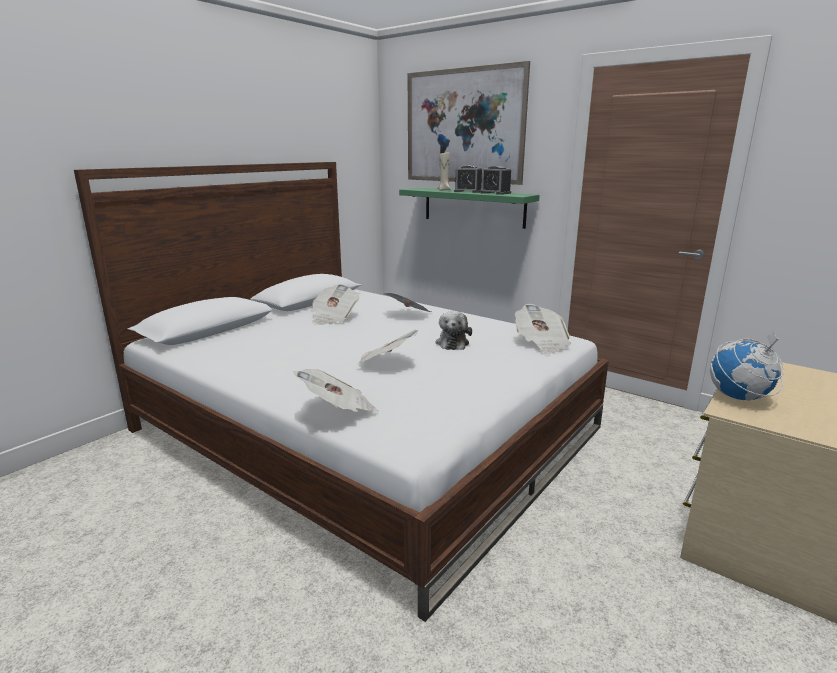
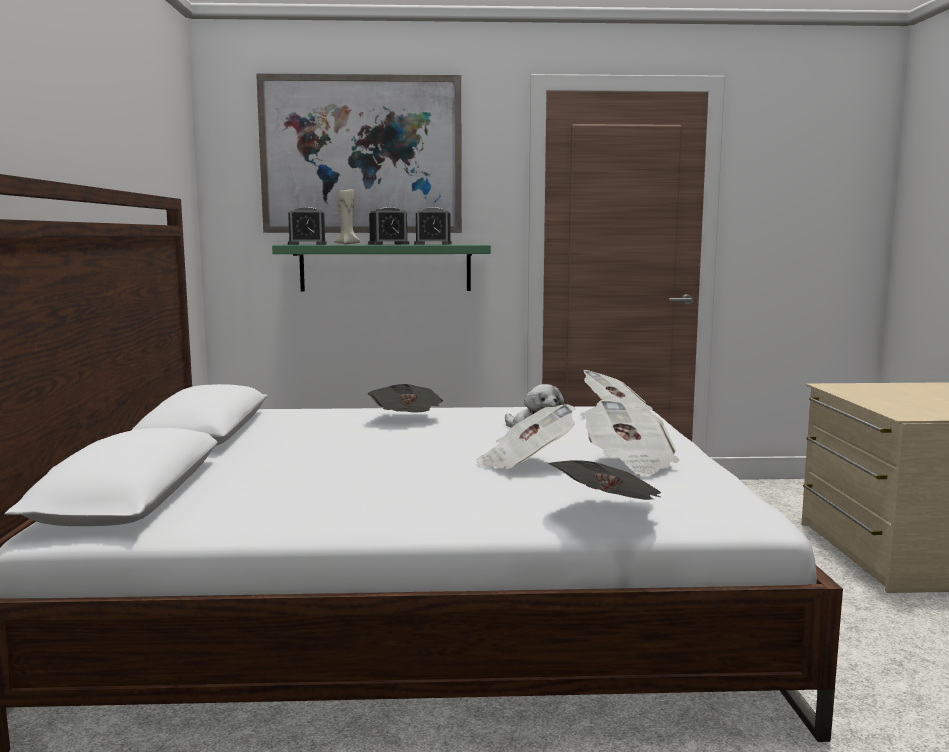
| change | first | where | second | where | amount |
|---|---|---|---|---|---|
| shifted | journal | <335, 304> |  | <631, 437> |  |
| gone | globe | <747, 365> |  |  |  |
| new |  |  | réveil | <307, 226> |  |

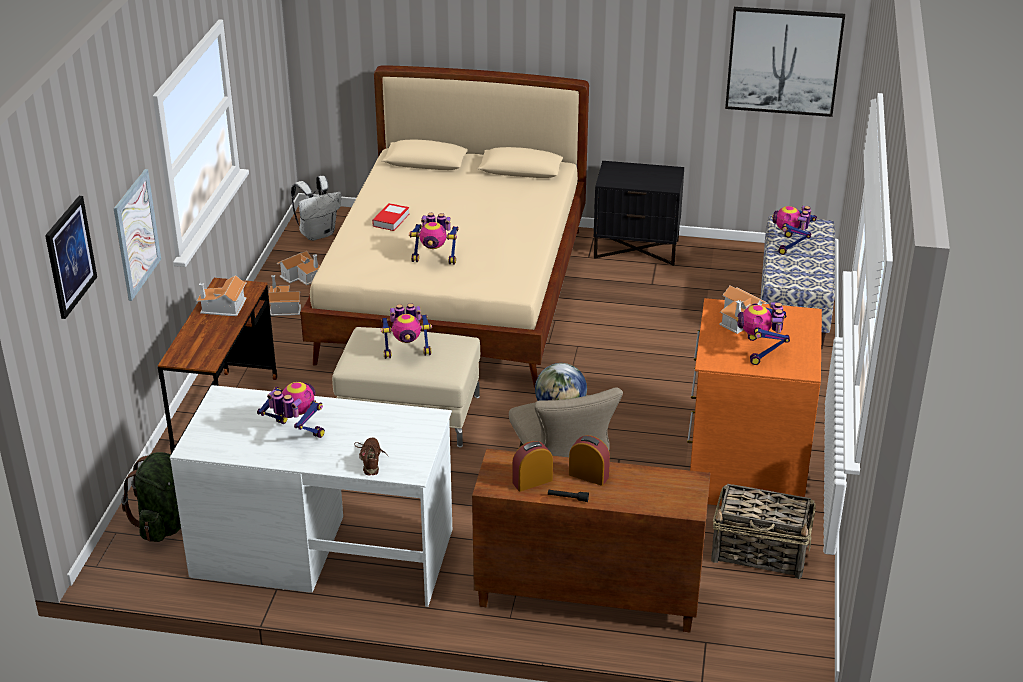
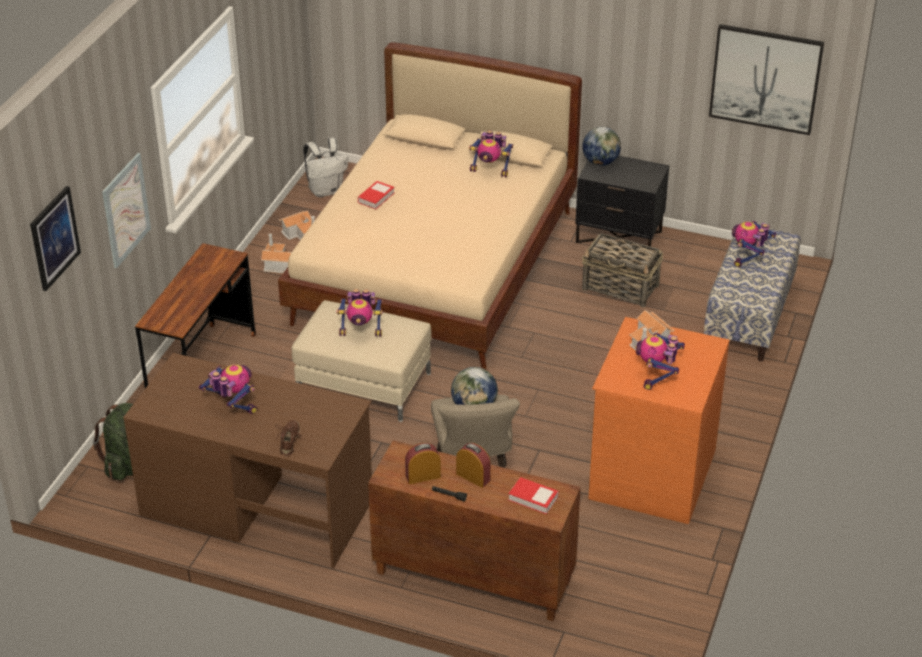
| change | first | where | second | where | amount |
|---|---|---|---|---|---|
| shifted | robot jouet | <434, 239> |  | <491, 153> |  |
| gone | maison miniature | <222, 295> |  |  |  |
| repainted | bureau [blanc] | <311, 496> | bureau [marron] | <247, 460> |  |
| shifted | panier | <763, 531> |  | <622, 270> |  |
| new |  |  | globe | <601, 146> |  |
| new |  |  | livre | <533, 495> |  |

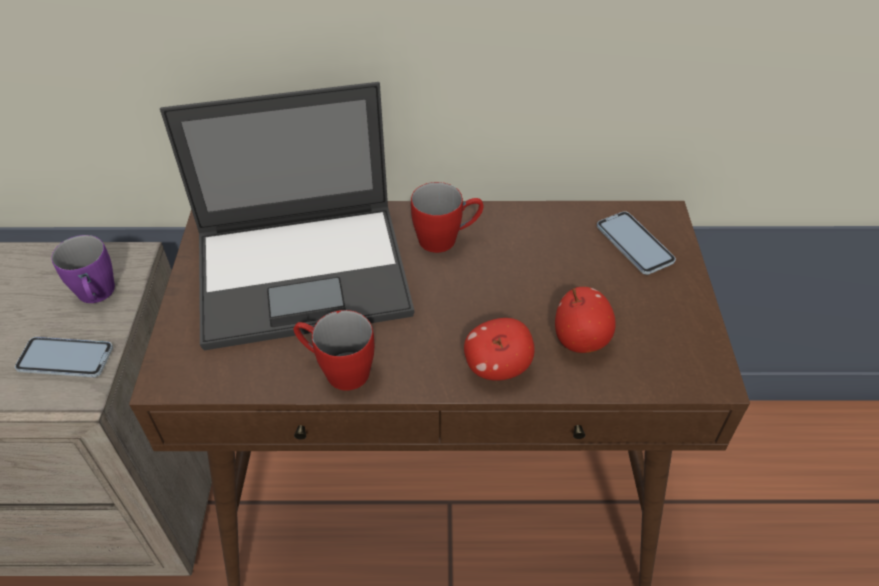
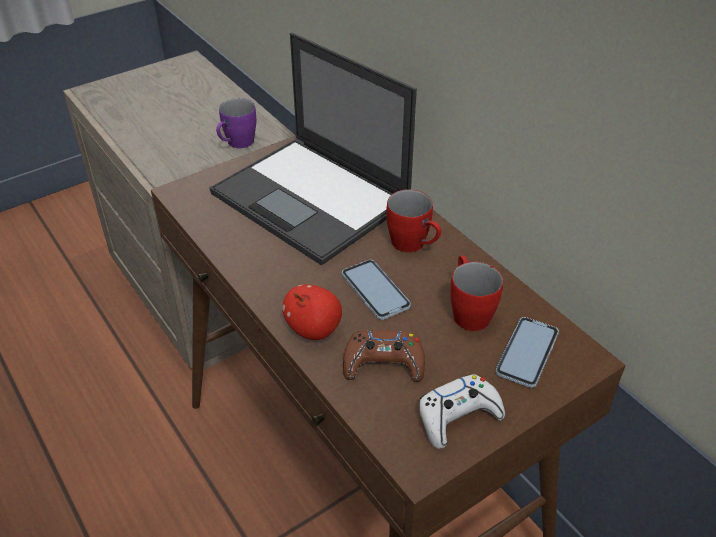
| change | first | where | second | where | amount |
|---|---|---|---|---|---|
| swapped | pomme | <585, 320> | manette [marron] | <384, 356> |  |
| shifted | mug [rouge] | <334, 350> |  | <476, 293> |  |
| shifted | téléphone | <64, 357> |  | <376, 290> |  |
| new |  |  | manette [blanc] | <462, 411> |  |

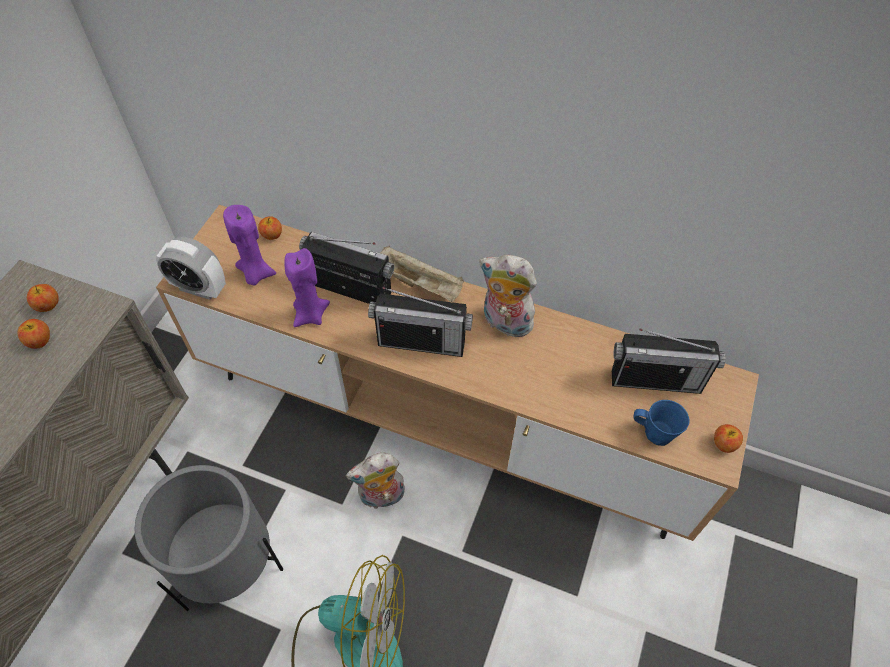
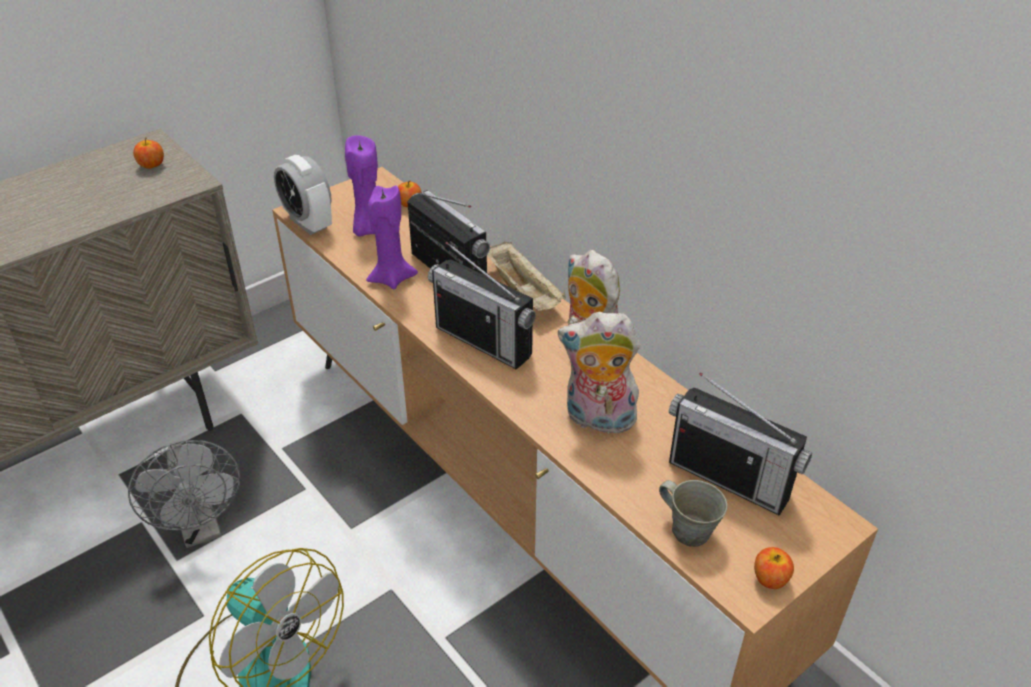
| change | first | where | second | where | amount |
|---|---|---|---|---|---|
| gone | pomme | <34, 333> |  |  |  |
| repainted | mug [bleu] | <662, 423> | mug [gris] | <693, 513> |  |
| shifted | peluche | <375, 481> |  | <599, 373> |  |
| swapped | cache-pot [gris] | <208, 538> | ventilateur [gris] | <184, 494> |  |

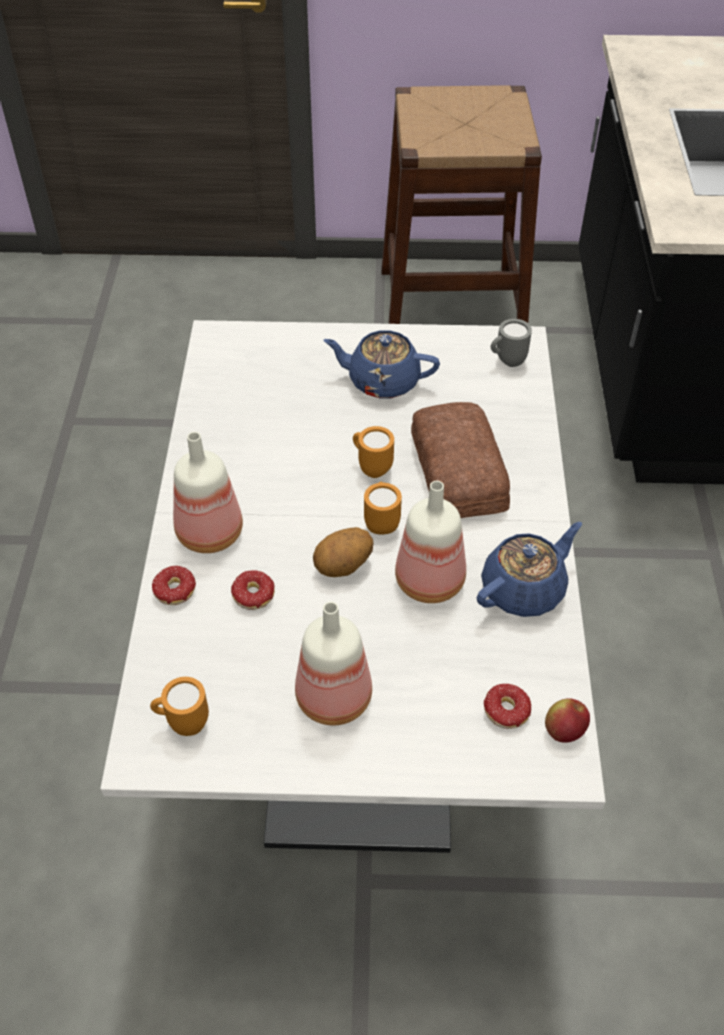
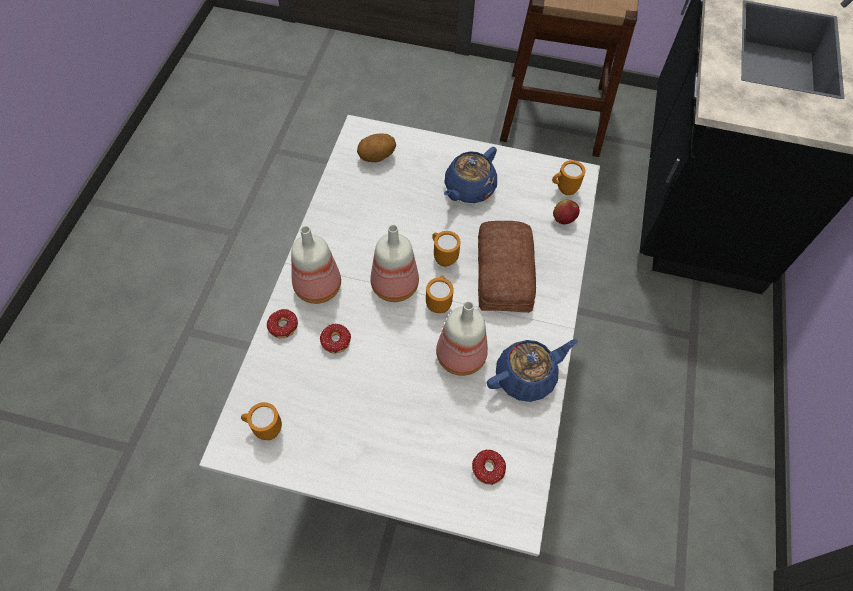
| change | first | where | second | where | amount |
|---|---|---|---|---|---|
| repainted | mug [gris] | <511, 343> | mug [orange] | <568, 177> |  |
| rotated | théière [bleu] | <382, 364> |  | <470, 175> | 75 degrees counterclockwise |
| shifted | pomme de terre | <343, 552> |  | <376, 148> |  |
| shifted | bouteille | <333, 663> |  | <394, 263> |  |
| shifted | pomme | <567, 720> |  | <566, 212> |  |

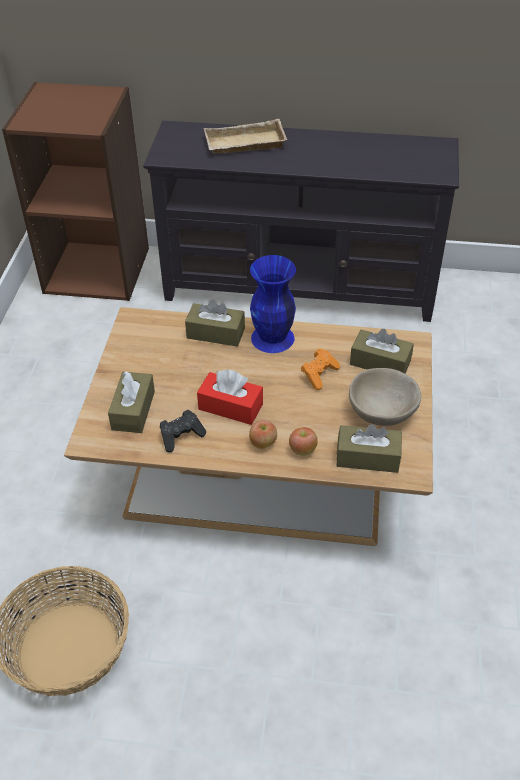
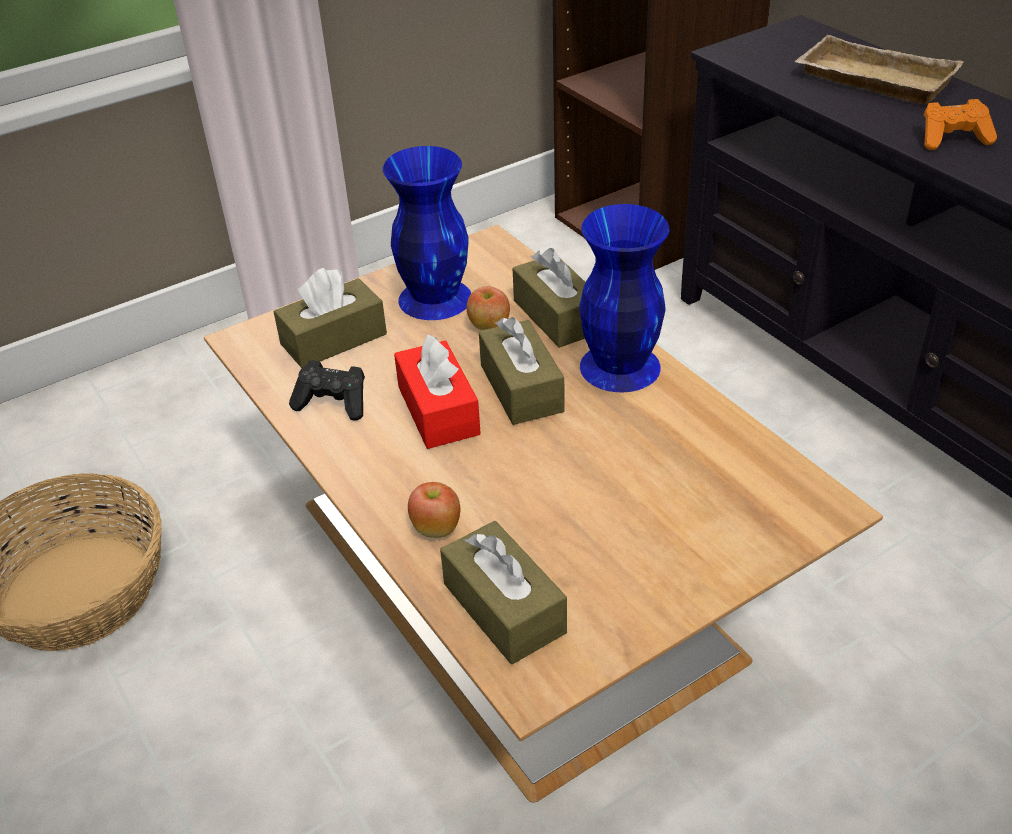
| change | first | where | second | where | amount |
|---|---|---|---|---|---|
| shifted | boîte à mouchoirs [marron] | <382, 351> |  | <522, 371> |  |
| shifted | manette [orange] | <320, 369> |  | <960, 124> |  |
| gone | bol [beige] | <385, 397> |  |  |  |
| shifted | pomme | <263, 434> |  | <488, 308> |  |
| new |  |  | vase [bleu] | <427, 233> |  |

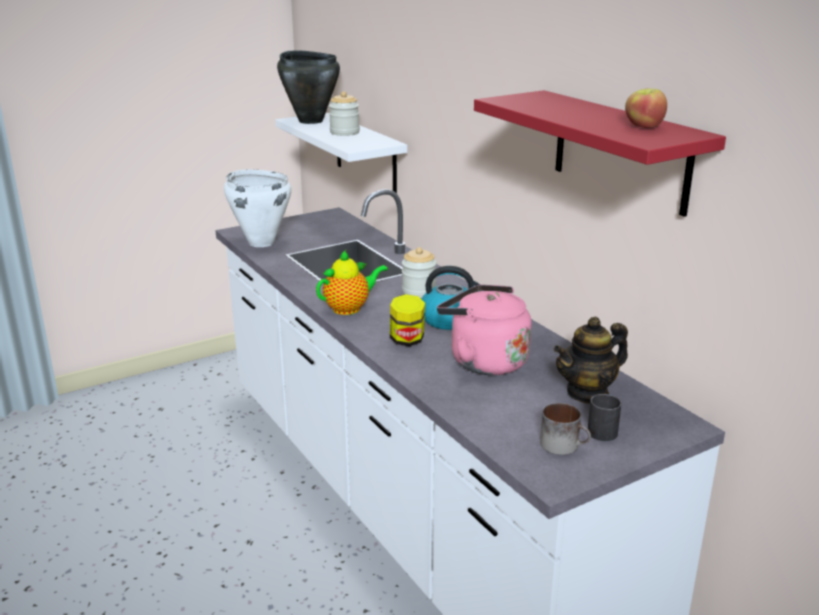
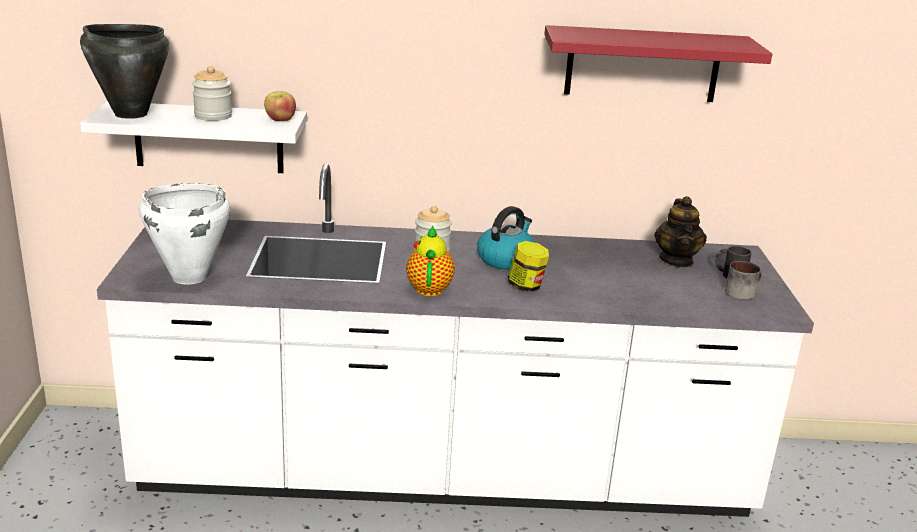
| change | first | where | second | where | amount |
|---|---|---|---|---|---|
| shifted | pomme | <646, 108> |  | <280, 106> |  |
| gone | bouilloire [rose] | <484, 330> |  |  |  |

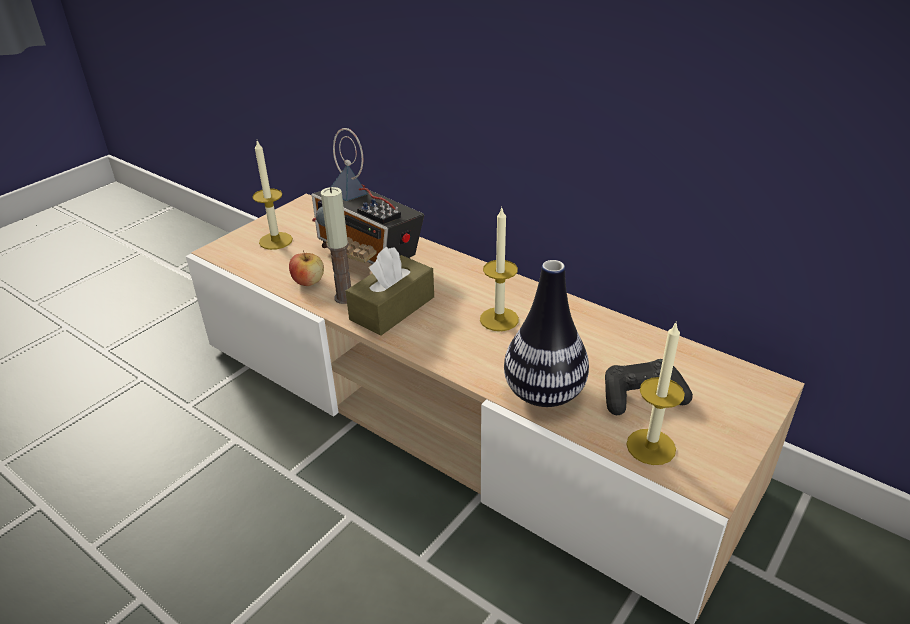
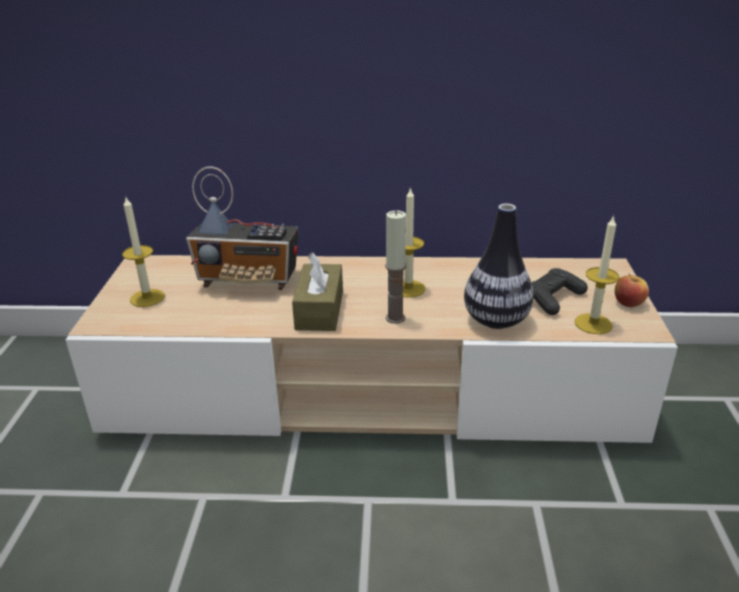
| change | first | where | second | where | amount |
|---|---|---|---|---|---|
| shifted | bougie | <336, 245> |  | <395, 267> |  |
| shifted | pomme | <306, 268> |  | <632, 290> |  |

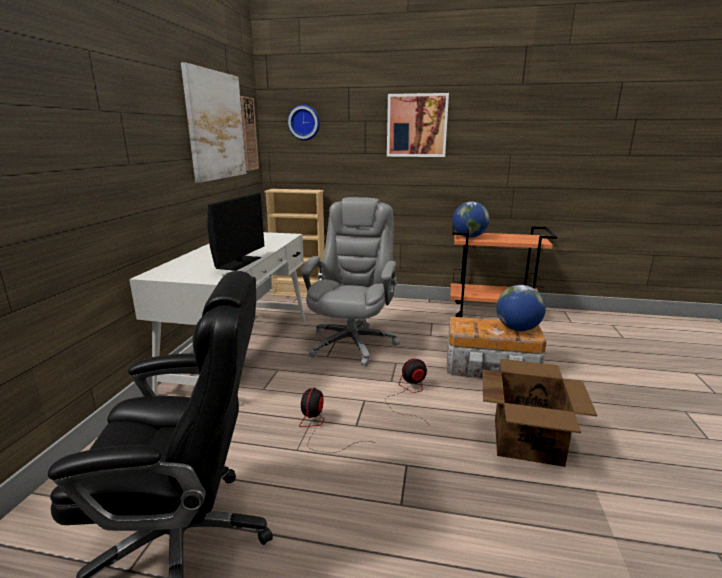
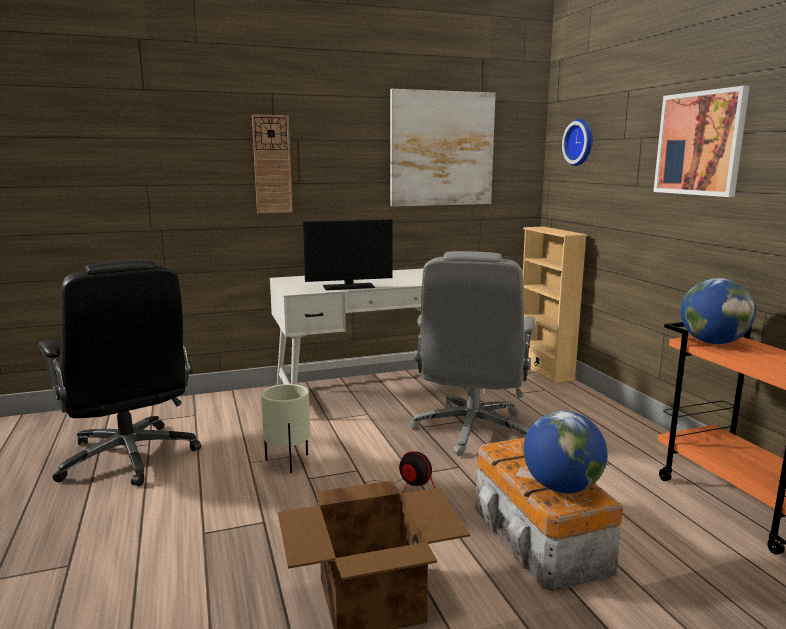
| change | first | where | second | where | amount |
|---|---|---|---|---|---|
| shifted | horloge murale | <249, 133> |  | <272, 163> |  |
| rotated | chaise de bureau [gris] | <350, 282> |  | <472, 353> | 120 degrees clockwise |
| swapped | ventilateur | <337, 420> | cache-pot [beige] | <285, 428> |  |

